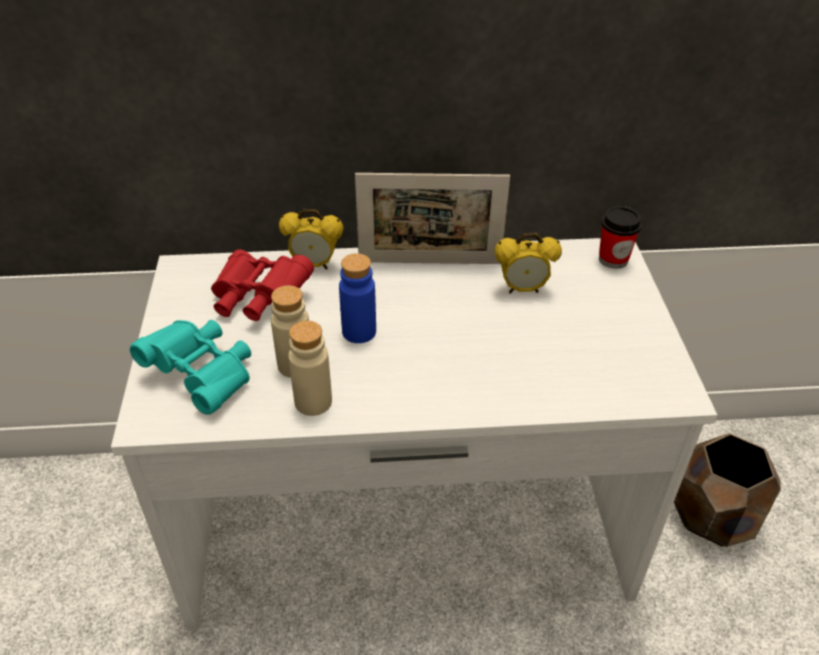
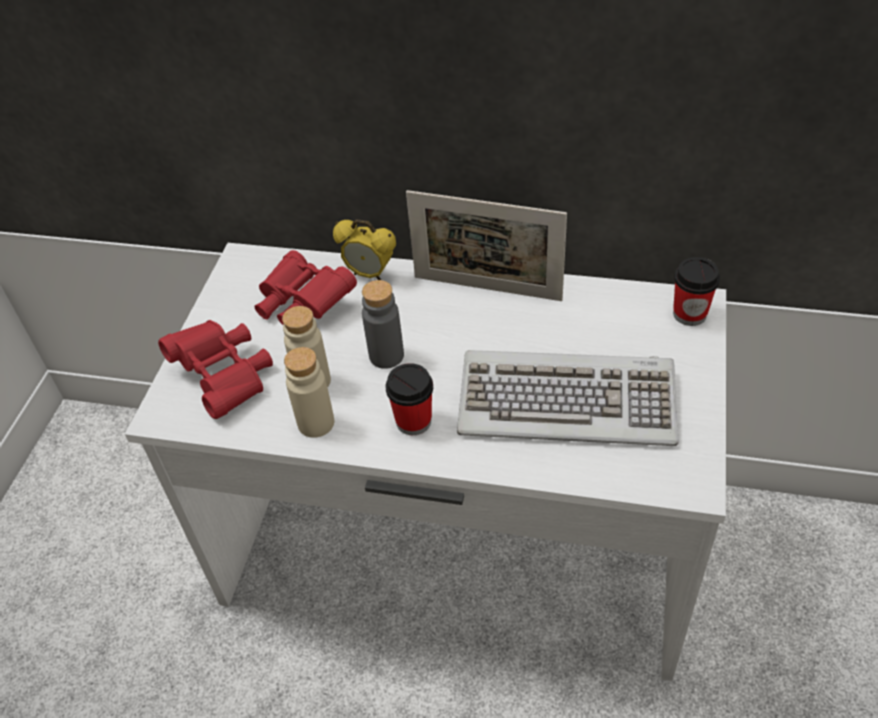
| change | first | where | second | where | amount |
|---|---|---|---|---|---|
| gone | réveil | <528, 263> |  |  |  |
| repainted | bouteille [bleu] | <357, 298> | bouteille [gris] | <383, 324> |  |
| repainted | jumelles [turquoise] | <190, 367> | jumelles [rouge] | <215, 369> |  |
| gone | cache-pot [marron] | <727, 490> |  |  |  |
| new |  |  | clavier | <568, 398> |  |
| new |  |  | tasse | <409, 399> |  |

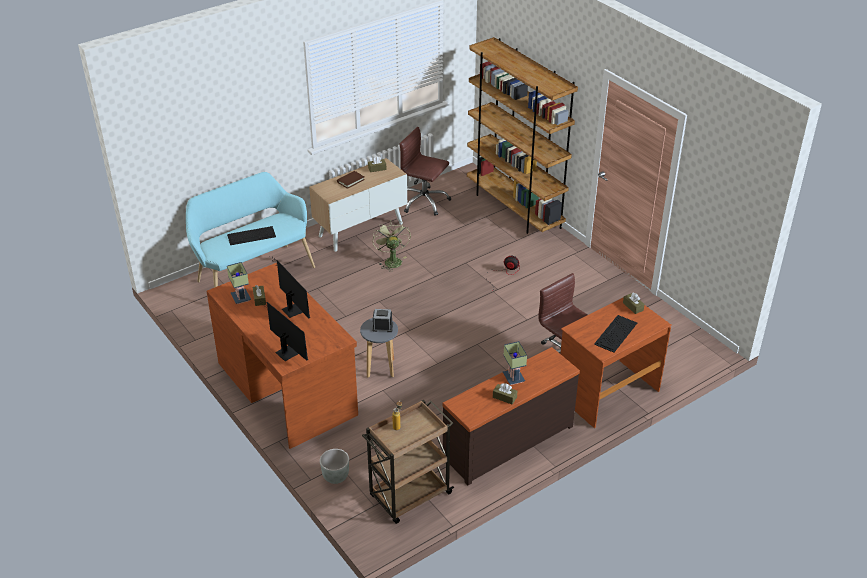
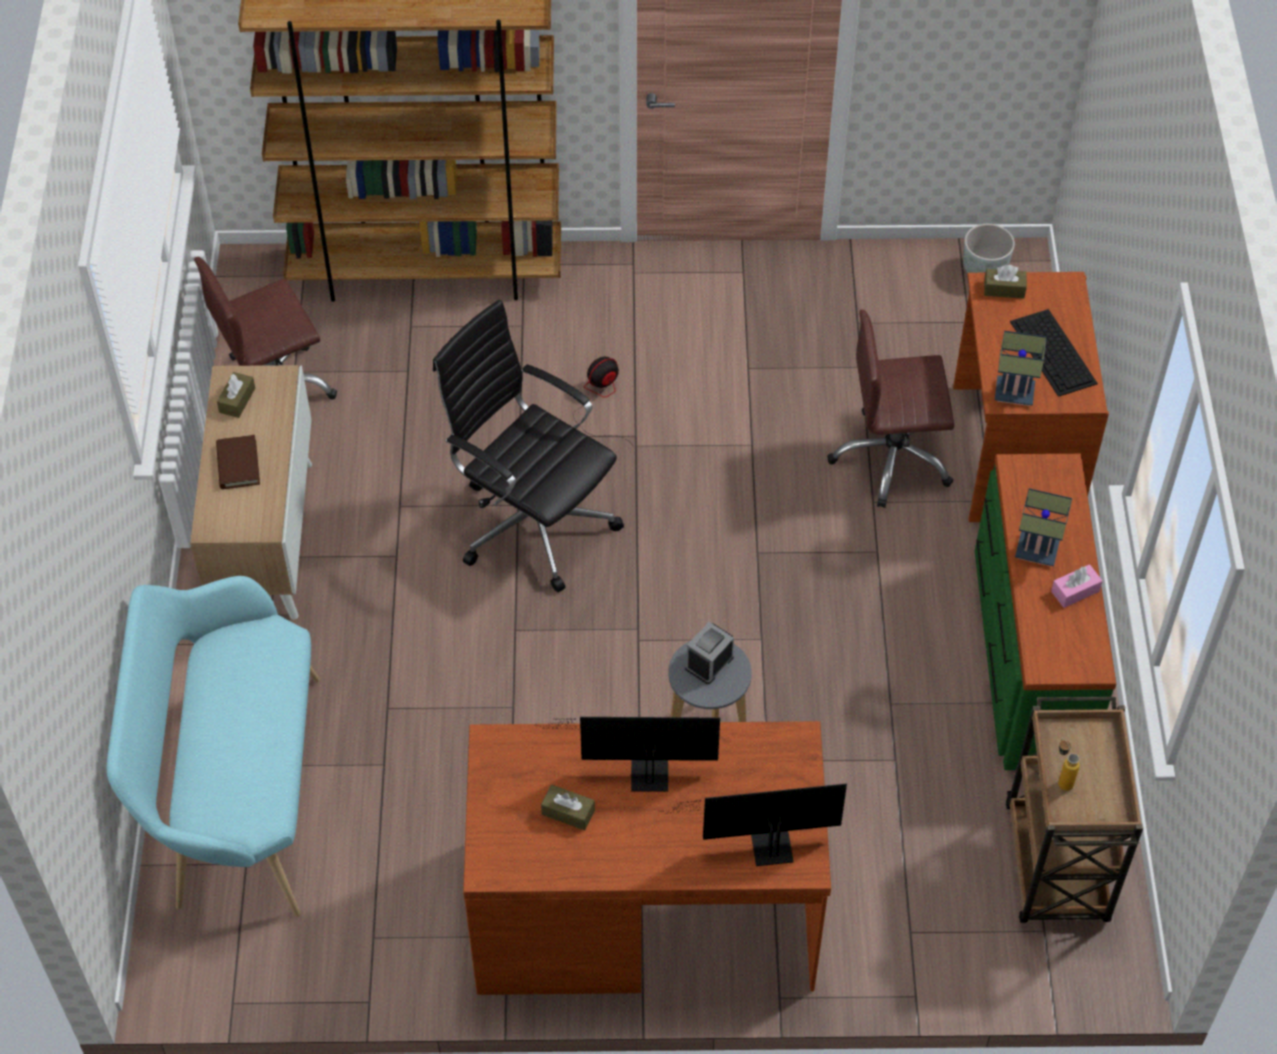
| change | first | where | second | where | amount |
|---|---|---|---|---|---|
| gone | ventilateur [vert] | <392, 246> |  |  |  |
| gone | clavier | <251, 235> |  |  |  |
| shifted | lampe de table | <239, 283> |  | <1021, 368> |  |
| repainted | commode [marron] | <511, 416> | commode [vert] | <1045, 612> |  |
| repainted | boîte à mouchoirs [marron] | <505, 393> | boîte à mouchoirs [rose] | <1076, 586> |  |
| shifted | cache-pot [gris] | <334, 466> |  | <989, 249> |  |
| new |  |  | chaise de bureau [noir] | <528, 446> |  |

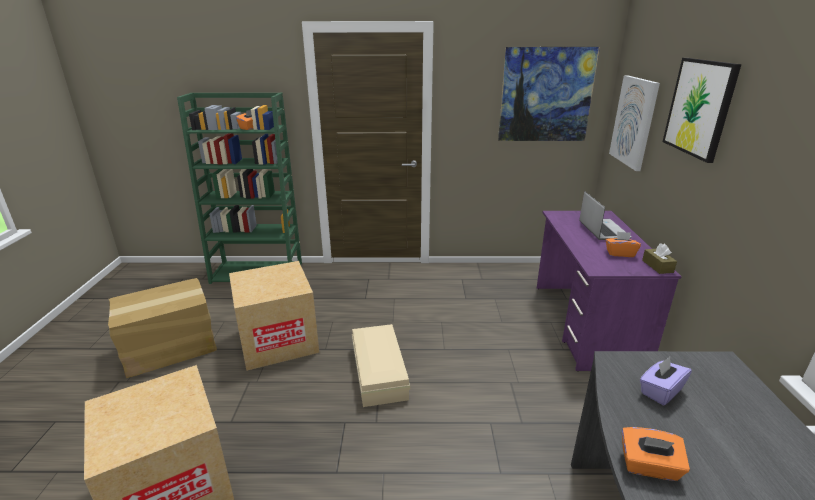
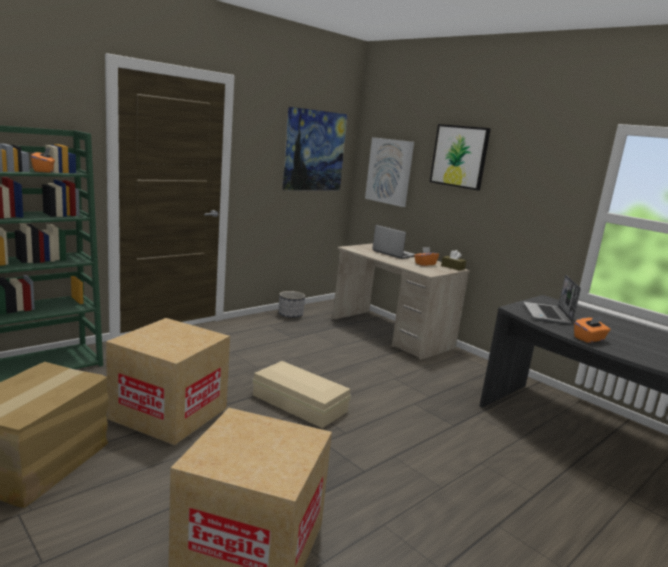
| change | first | where | second | where | amount |
|---|---|---|---|---|---|
| repainted | bureau [violet] | <609, 291> | bureau [beige] | <401, 301> |  |
| swapped | boîte à mouchoirs [violet] | <666, 381> | ordinateur portable | <552, 300> |  |
| new |  |  | cache-pot | <292, 304> |  |

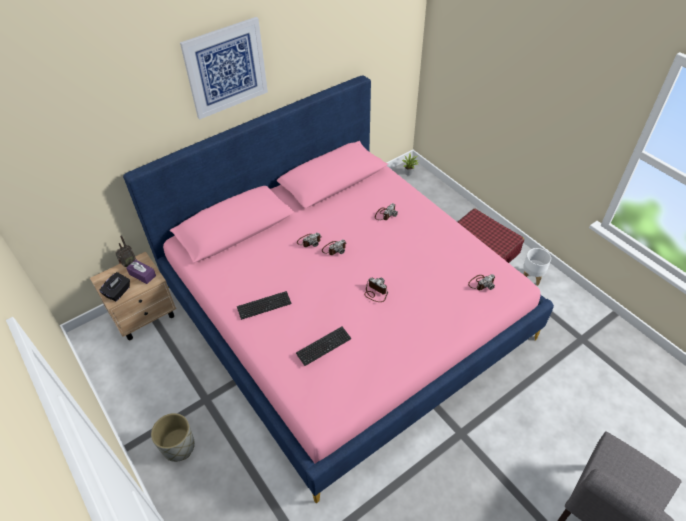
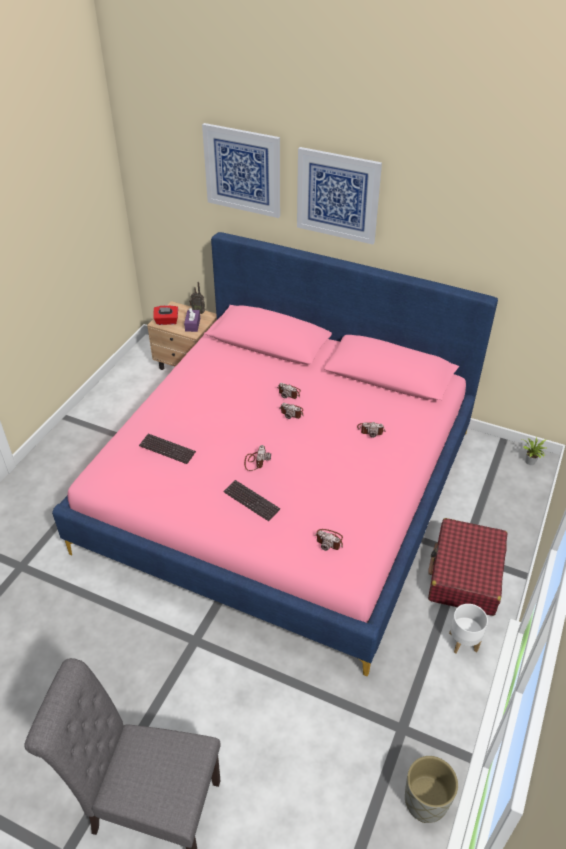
| change | first | where | second | where | amount |
|---|---|---|---|---|---|
| repainted | boîte à mouchoirs [noir] | <114, 286> | boîte à mouchoirs [rouge] | <165, 315> |  |
| shifted | clavier | <264, 305> |  | <251, 500> |  |
| shifted | cache-pot [gris] | <173, 437> |  | <431, 789> |  |
| new |  |  | tableau | <241, 170> |  |

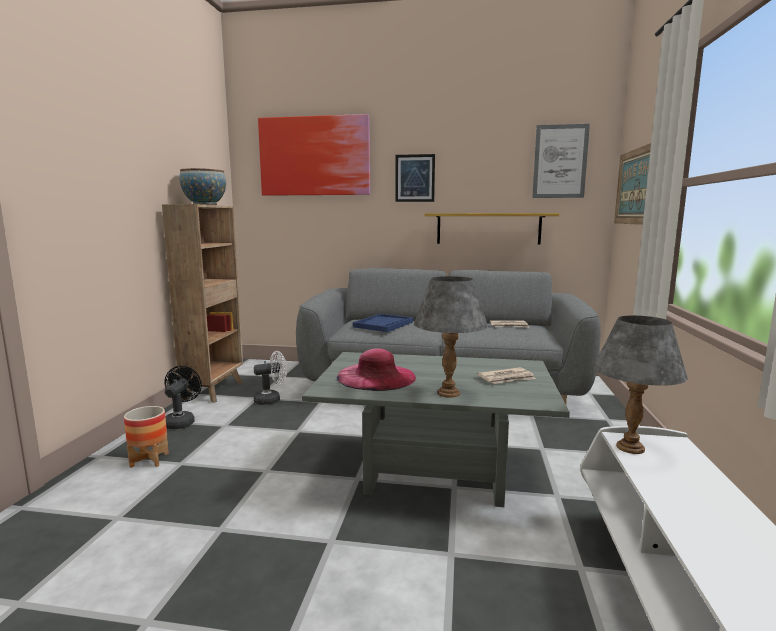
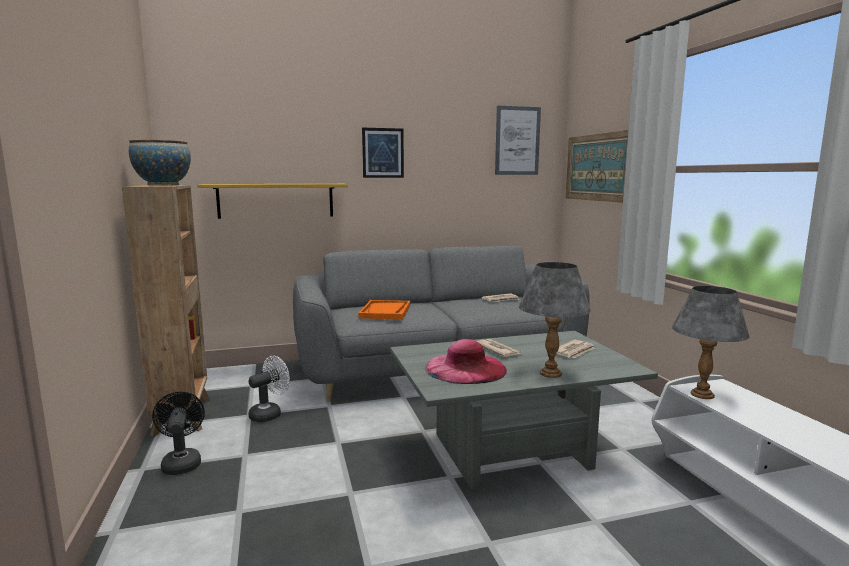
| change | first | where | second | where | amount |
|---|---|---|---|---|---|
| gone | tableau | <314, 155> |  |  |  |
| shifted | étagère | <491, 229> |  | <272, 201> |  |
| repainted | plateau [bleu] | <383, 323> | plateau [orange] | <384, 310> |  |
| gone | cache-pot | <146, 437> |  |  |  |
| new |  |  | journal | <499, 348> |  |

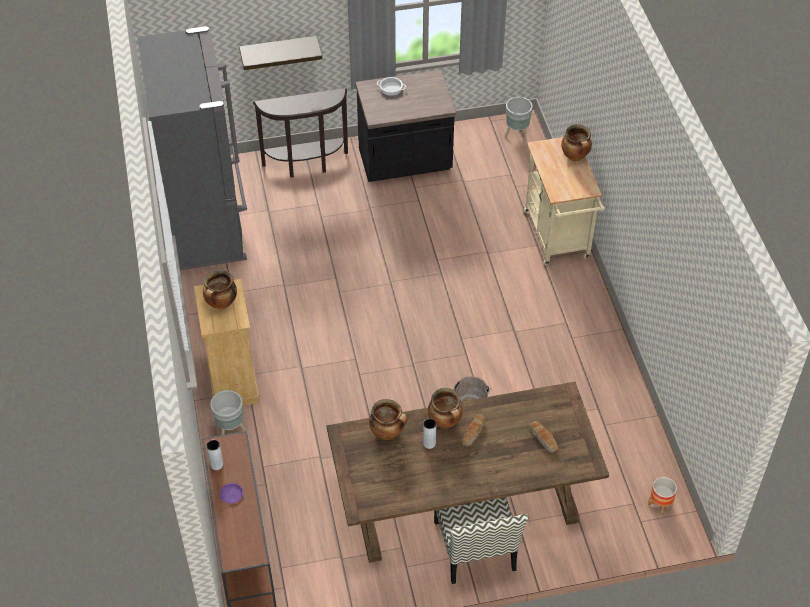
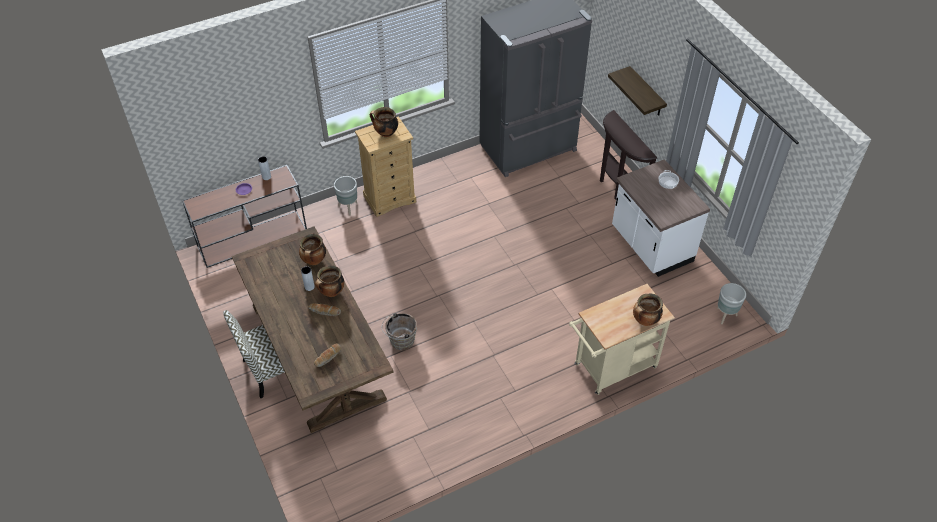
| change | first | where | second | where | amount |
|---|---|---|---|---|---|
| repainted | comptoir de cuisine [noir] | <405, 126> | comptoir de cuisine [blanc] | <661, 218> |  |
| gone | cache-pot | <662, 496> |  |  |  |

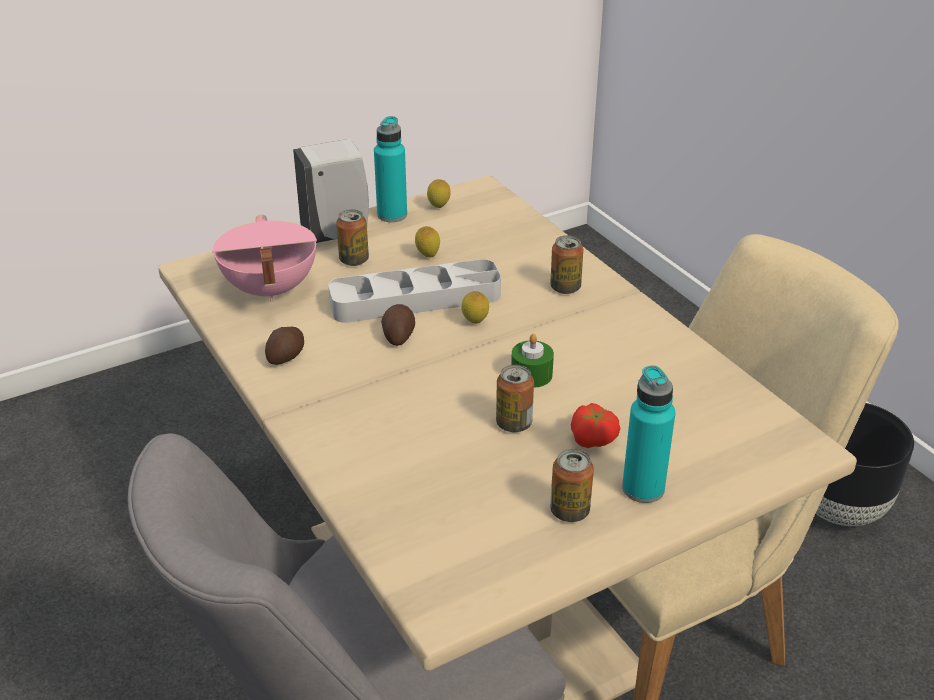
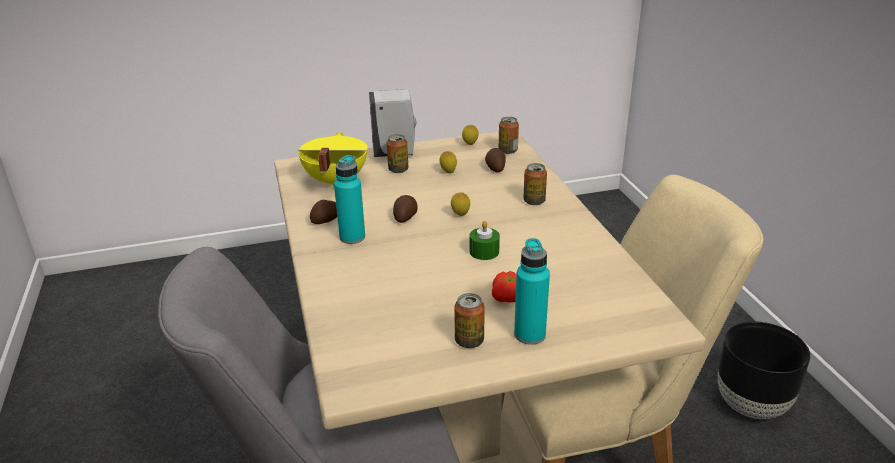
| change | first | where | second | where | amount |
|---|---|---|---|---|---|
| shifted | bouteille [turquoise] | <390, 169> |  | <349, 199> |  |
| repainted | marmite [rose] | <265, 258> | marmite [jaune] | <333, 160> |  |
| gone | plateau [gris] | <414, 291> |  |  |  |
| shifted | boîte métallique | <515, 398> |  | <509, 135> |  |
| new |  |  | pomme de terre | <495, 160> |  |

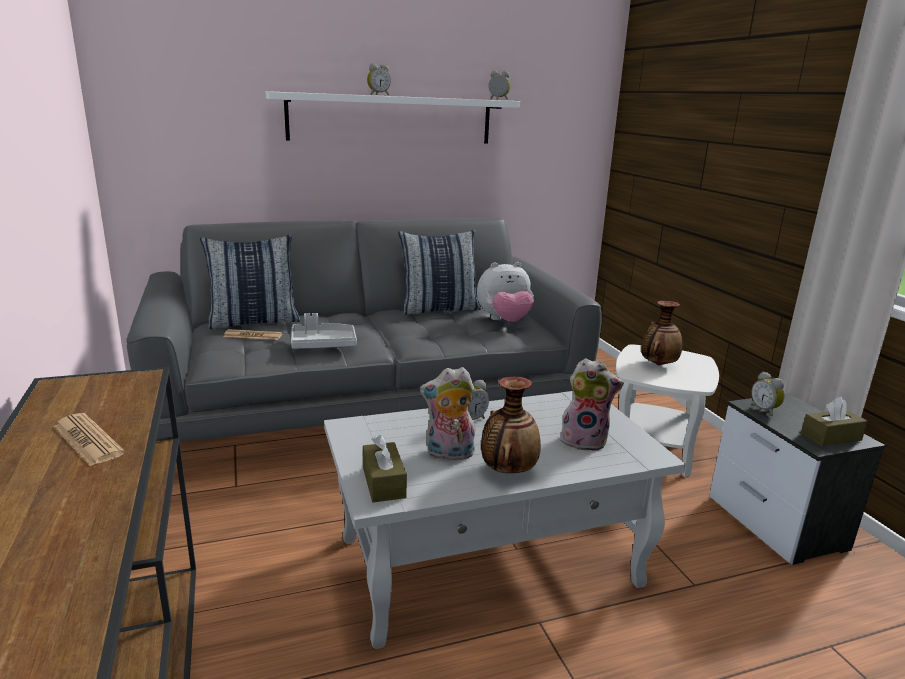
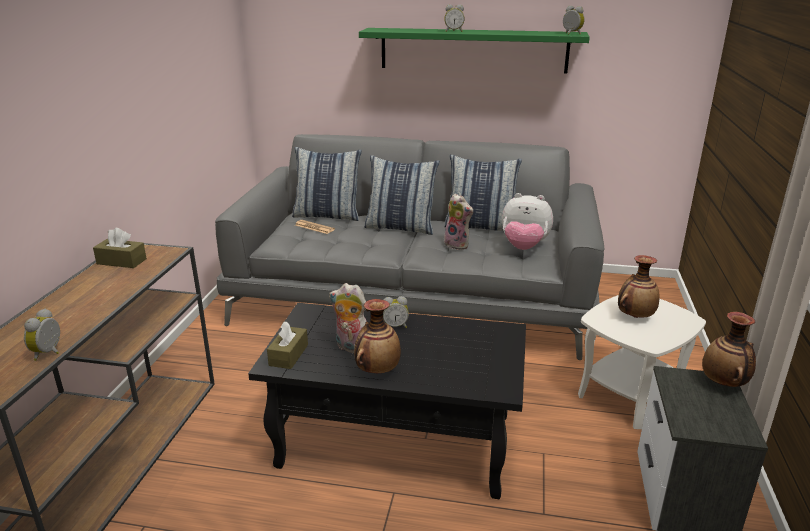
| change | first | where | second | where | amount |
|---|---|---|---|---|---|
| repainted | étagère [blanc] | <392, 117> | étagère [vert] | <474, 51> |  |
| gone | plateau [gris] | <324, 331> |  |  |  |
| shifted | peluche | <591, 404> |  | <458, 222> |  |
| shifted | réveil | <768, 394> |  | <42, 334> |  |
| repainted | table basse [blanc] | <505, 520> | table basse [noir] | <387, 401> |  |
| shifted | boîte à mouchoirs [marron] | <834, 421> |  | <120, 248> |  |
| gone | journal | <89, 439> |  |  |  |
| new |  |  | coussin | <402, 195> |  |
| new |  |  | vase | <729, 349> |  |

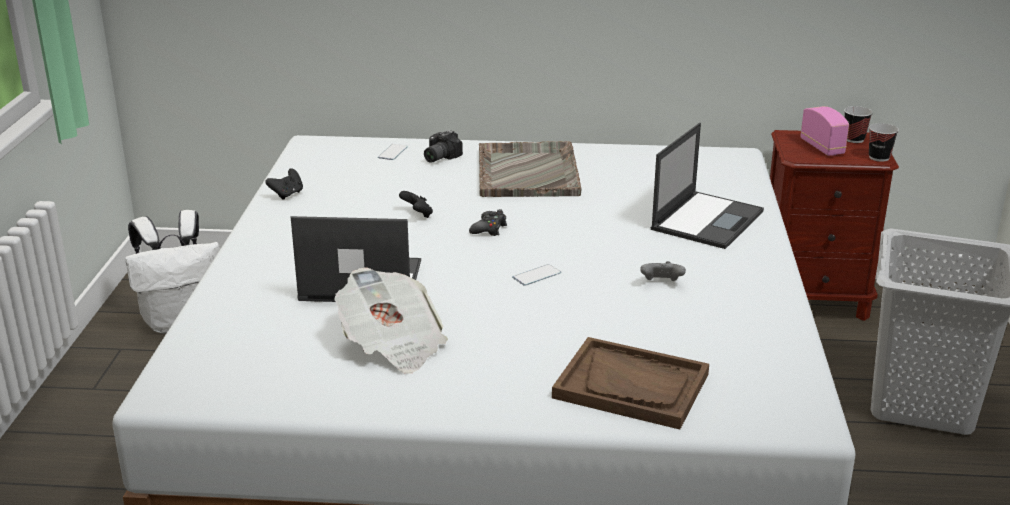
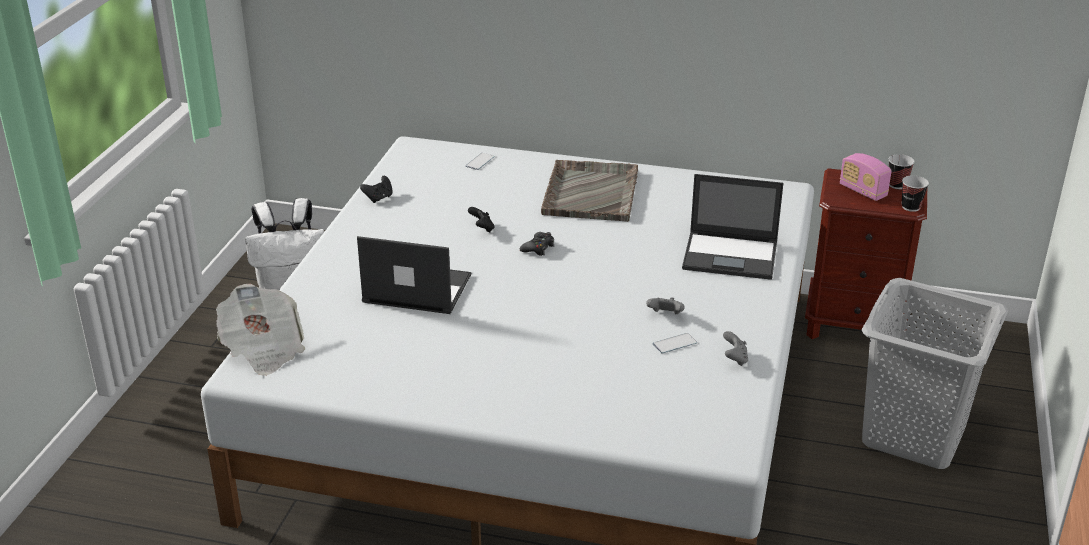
| change | first | where | second | where | amount |
|---|---|---|---|---|---|
| rotated | radio | <824, 131> |  | <866, 177> | 150 degrees clockwise |
| rotated | ordinateur portable | <707, 186> |  | <732, 227> | 60 degrees clockwise |
| gone | appareil photo | <443, 146> |  |  |  |
| shifted | téléphone | <536, 275> |  | <674, 343> |  |
| shifted | journal | <391, 320> |  | <260, 330> |  |
| gone | plateau [marron] | <630, 383> |  |  |  |
| new |  |  | manette [gris] | <735, 348> |  |

